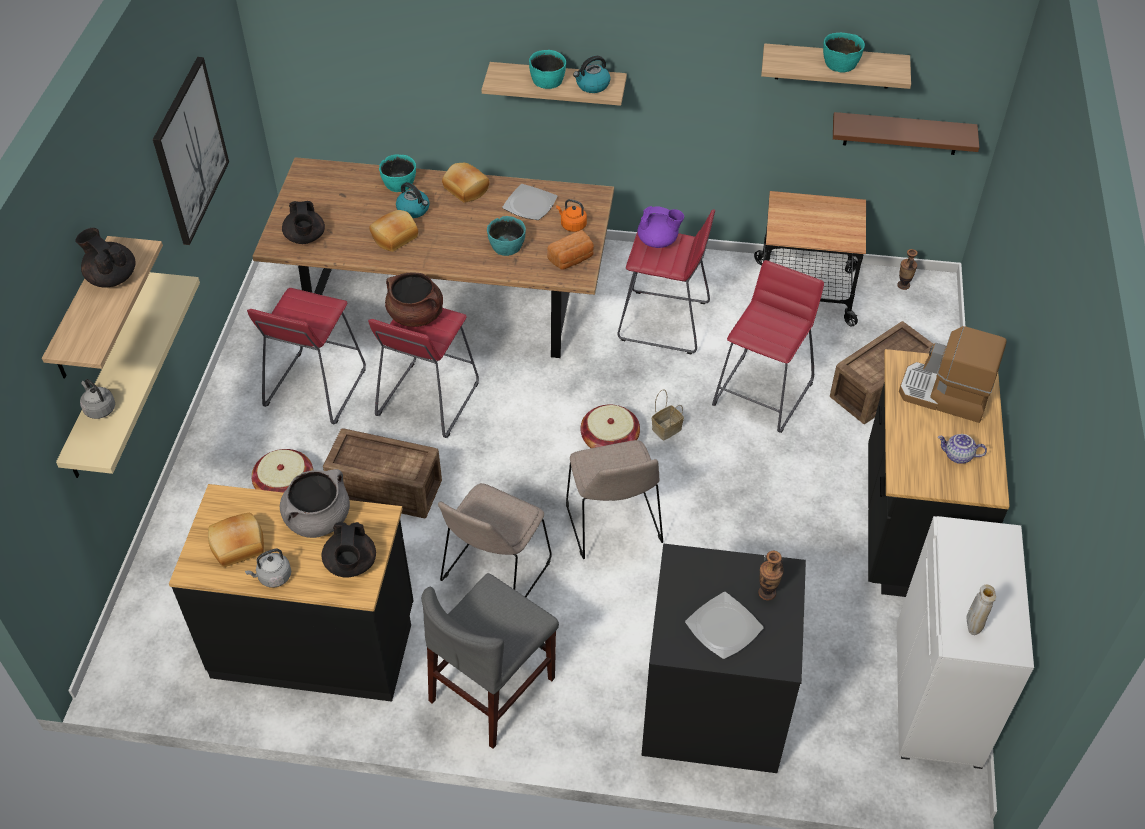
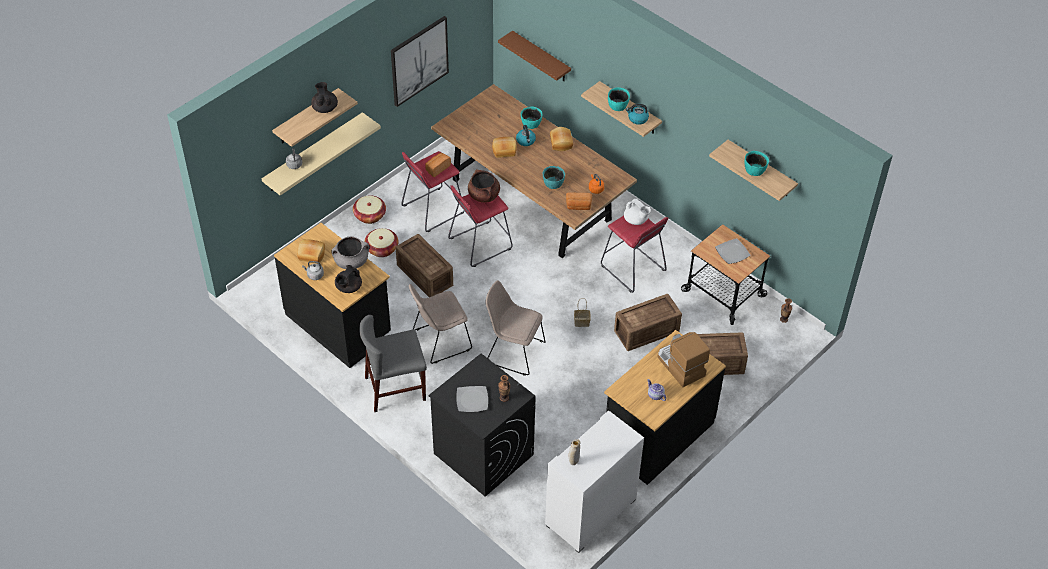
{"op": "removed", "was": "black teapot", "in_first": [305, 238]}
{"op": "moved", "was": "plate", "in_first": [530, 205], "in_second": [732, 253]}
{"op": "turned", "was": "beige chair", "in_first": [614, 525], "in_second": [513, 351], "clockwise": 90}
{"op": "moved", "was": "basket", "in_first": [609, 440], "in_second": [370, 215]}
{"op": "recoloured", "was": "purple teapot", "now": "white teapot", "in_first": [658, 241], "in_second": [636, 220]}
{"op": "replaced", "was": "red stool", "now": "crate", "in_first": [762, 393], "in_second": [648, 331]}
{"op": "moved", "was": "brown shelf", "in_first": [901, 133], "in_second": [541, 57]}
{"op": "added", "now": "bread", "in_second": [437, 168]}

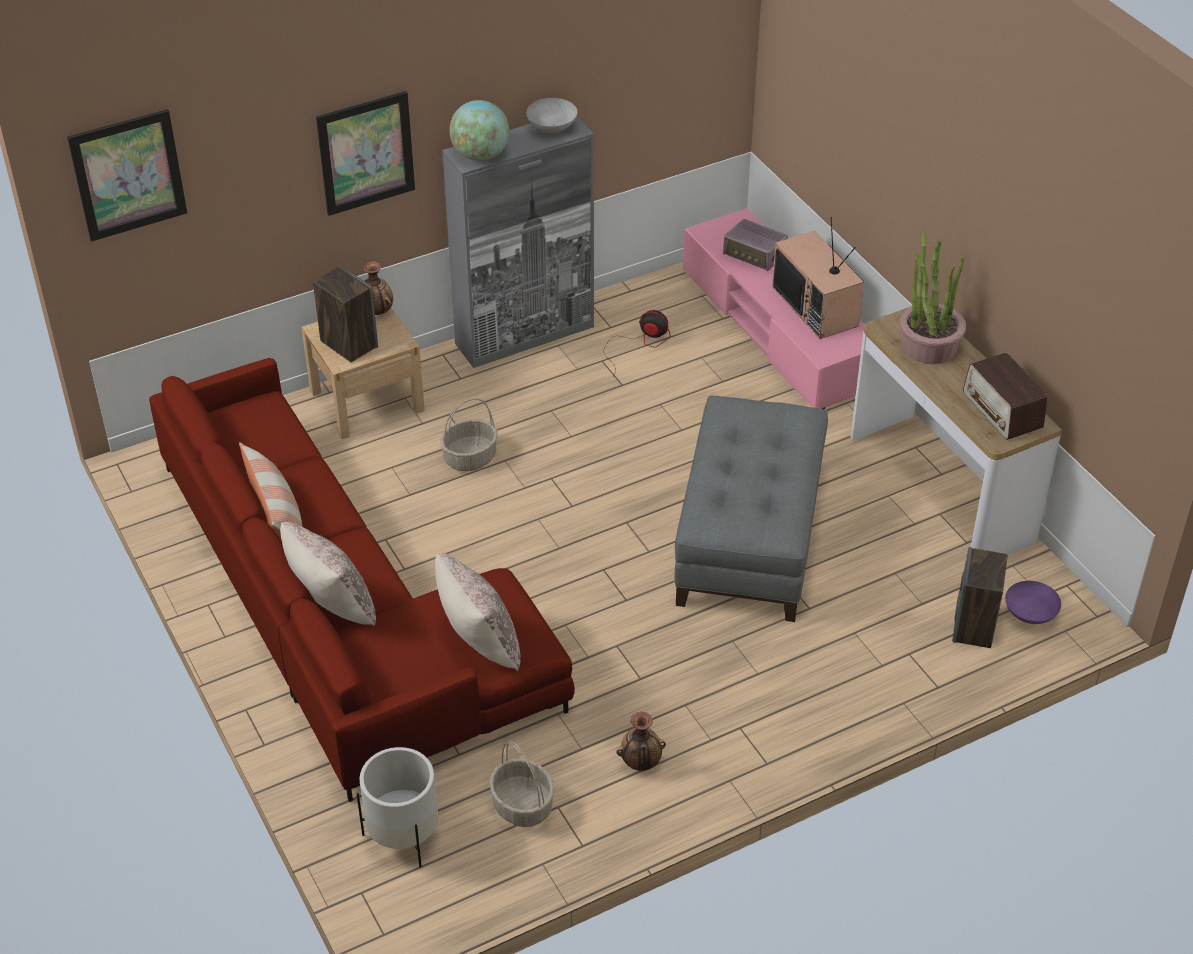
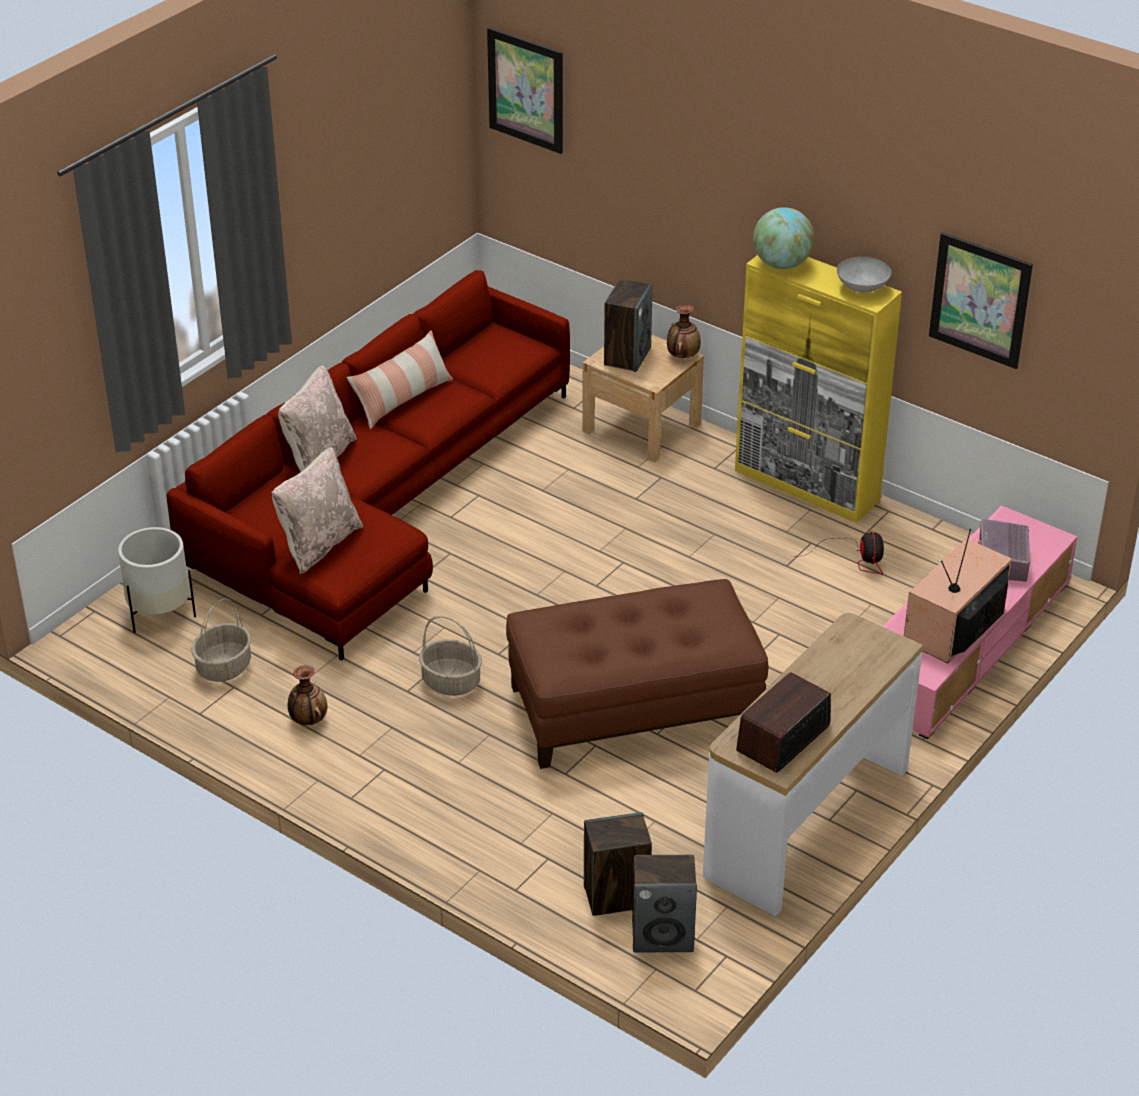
{"op": "moved", "was": "picture", "in_first": [366, 153], "in_second": [980, 300]}
{"op": "moved", "was": "basket", "in_first": [470, 458], "in_second": [450, 682]}
{"op": "recoloured", "was": "grey cabinet", "now": "yellow cabinet", "in_first": [525, 335], "in_second": [807, 486]}
{"op": "recoloured", "was": "grey ottoman", "now": "brown ottoman", "in_first": [750, 537], "in_second": [634, 708]}
{"op": "removed", "was": "potted plant", "in_first": [928, 346]}
{"op": "replaced", "was": "purple bowl", "now": "speaker", "in_first": [1029, 614], "in_second": [663, 935]}

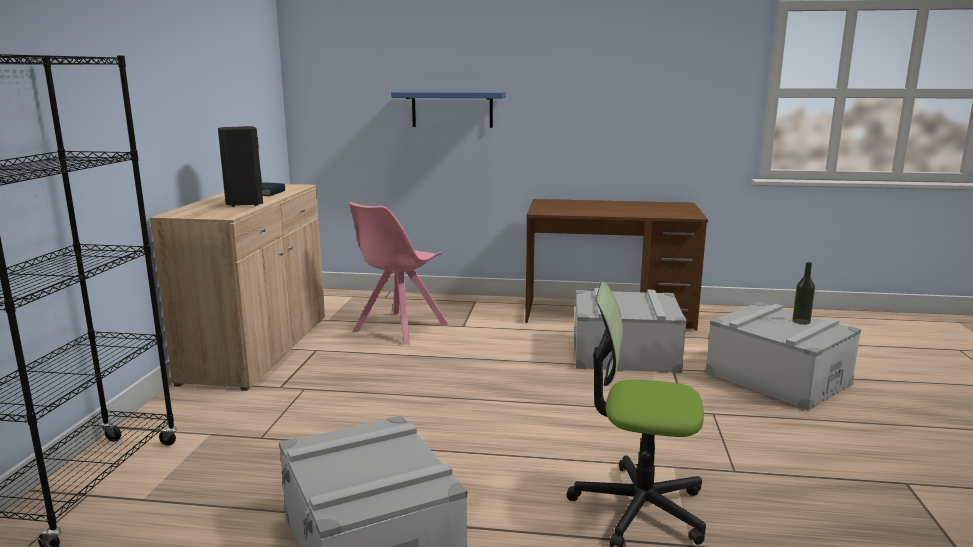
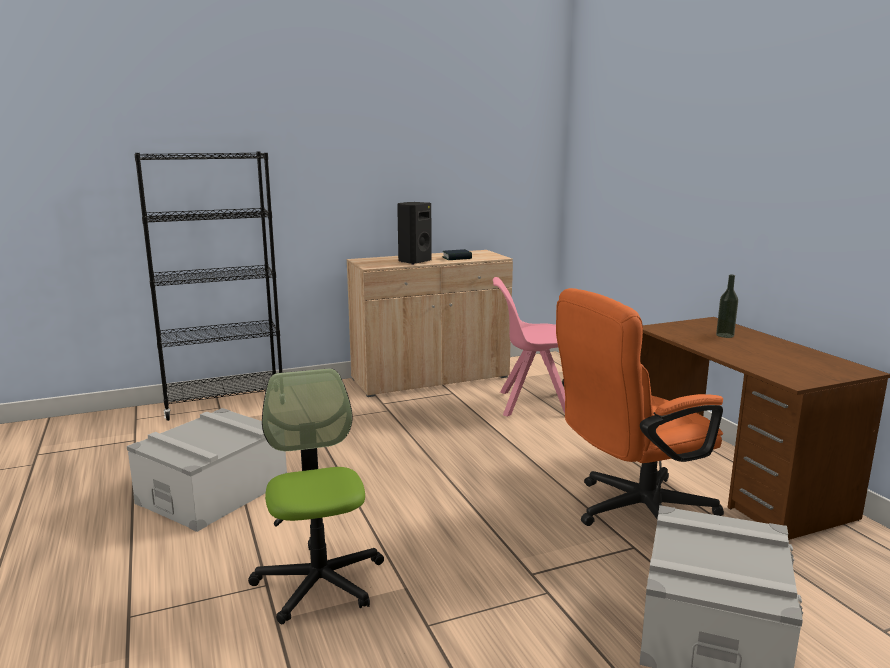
{"op": "removed", "was": "blue shelf", "in_first": [452, 109]}
{"op": "replaced", "was": "grey storage box", "now": "orange office chair", "in_first": [624, 354], "in_second": [631, 511]}
{"op": "moved", "was": "bottle", "in_first": [801, 321], "in_second": [725, 335]}

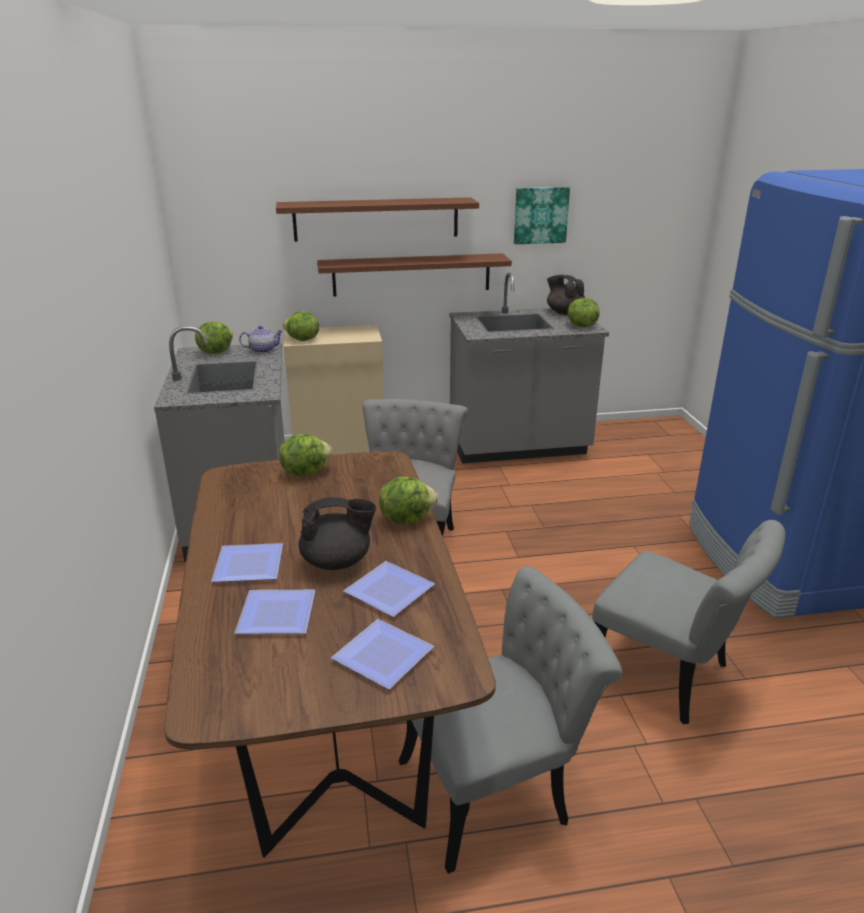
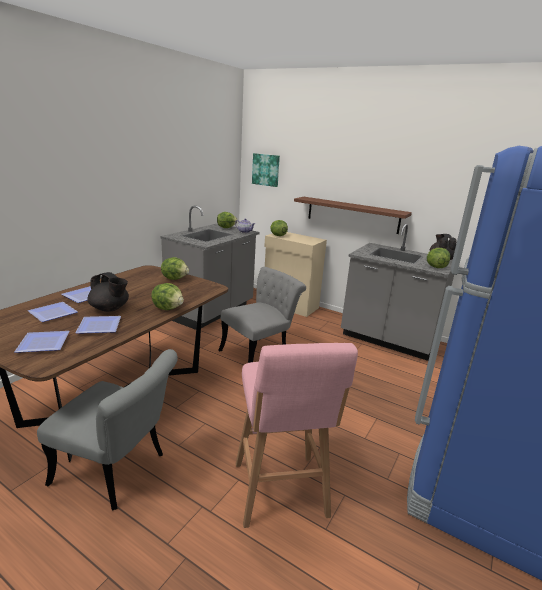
{"op": "removed", "was": "brown shelf", "in_first": [376, 219]}
{"op": "moved", "was": "picture", "in_first": [540, 215], "in_second": [266, 170]}
{"op": "replaced", "was": "grey chair", "now": "pink stool", "in_first": [670, 676], "in_second": [280, 492]}

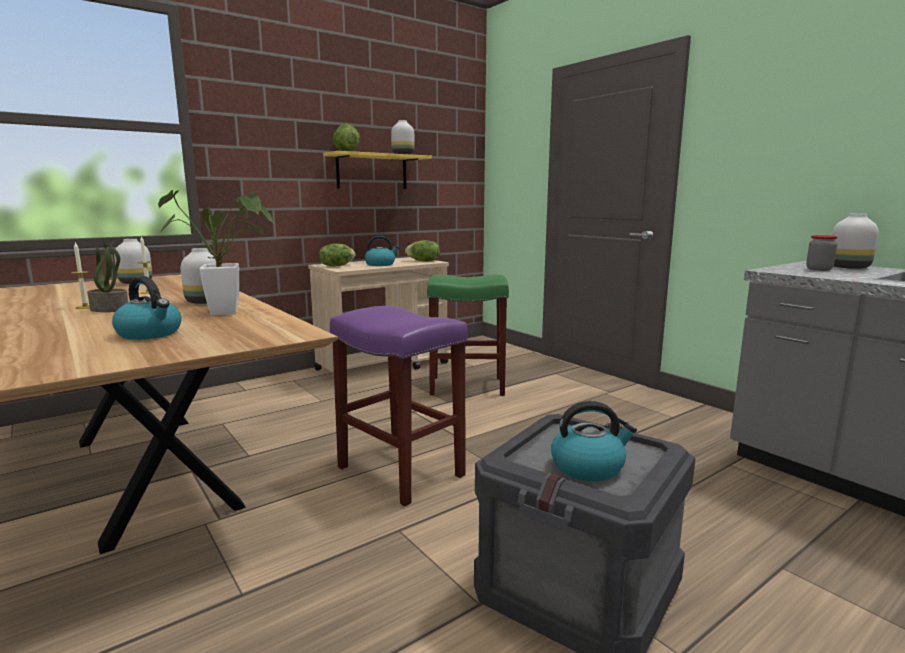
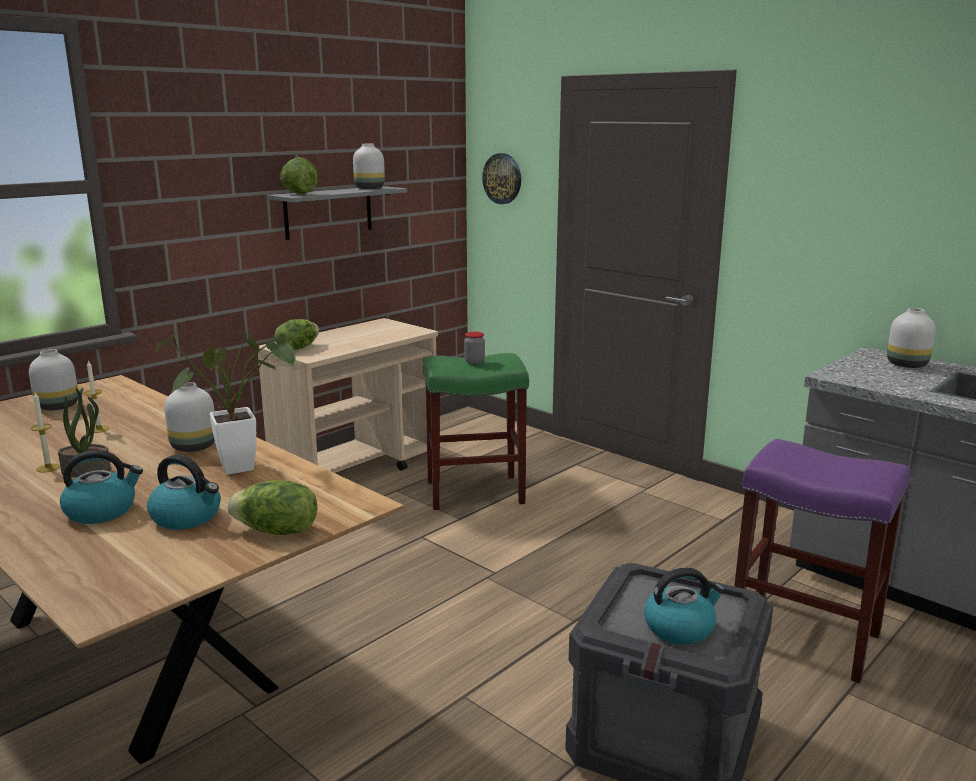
{"op": "recoloured", "was": "yellow shelf", "now": "grey shelf", "in_first": [372, 172], "in_second": [328, 212]}
{"op": "moved", "was": "purple stool", "in_first": [402, 471], "in_second": [806, 636]}
{"op": "moved", "was": "kettle", "in_first": [380, 264], "in_second": [102, 511]}
{"op": "moved", "was": "lettuce", "in_first": [423, 261], "in_second": [276, 531]}
{"op": "moved", "was": "jar", "in_first": [819, 269], "in_second": [474, 362]}
{"op": "added", "now": "wall clock", "in_second": [502, 178]}

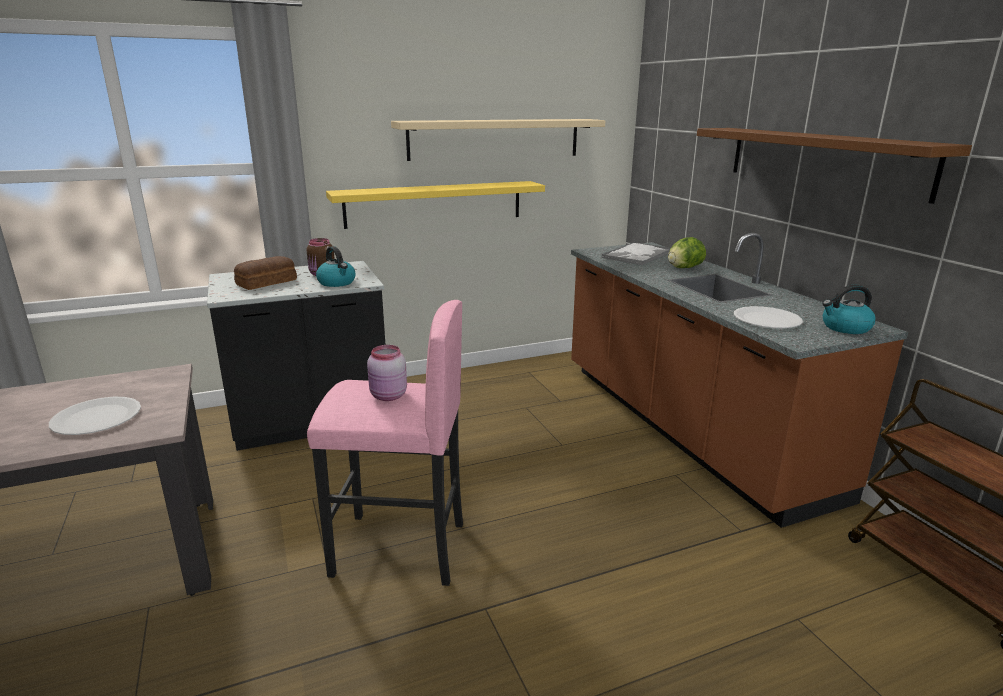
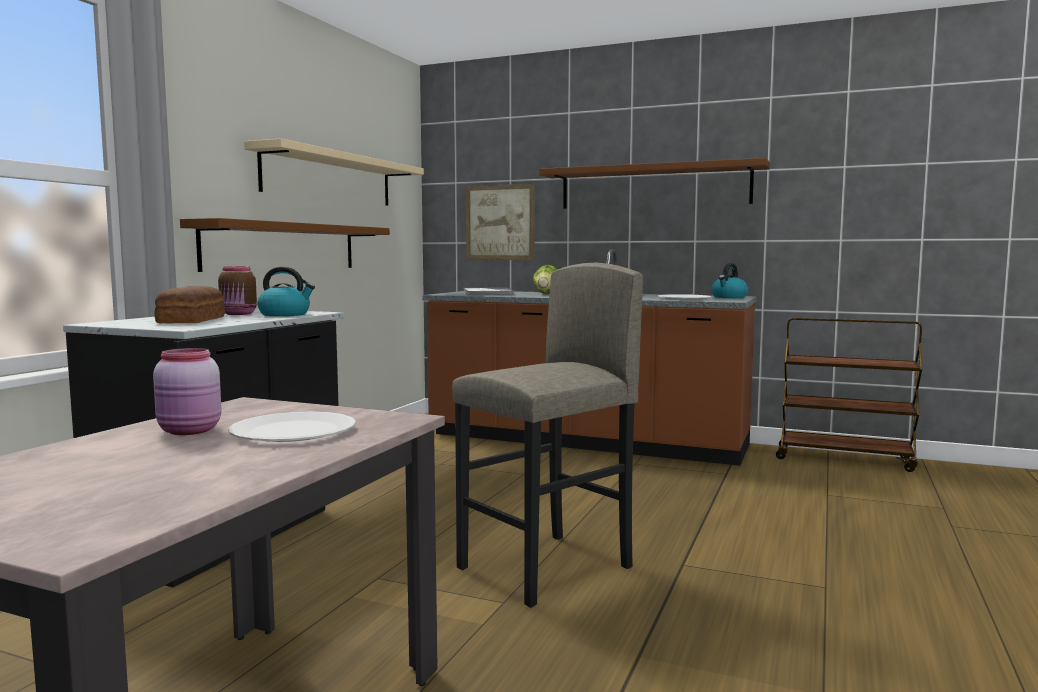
{"op": "recoloured", "was": "pink stool", "now": "grey stool", "in_first": [399, 549], "in_second": [546, 568]}
{"op": "recoloured", "was": "yellow shelf", "now": "brown shelf", "in_first": [434, 204], "in_second": [283, 247]}
{"op": "moved", "was": "pink jar", "in_first": [388, 396], "in_second": [190, 431]}
{"op": "added", "now": "picture", "in_second": [500, 222]}

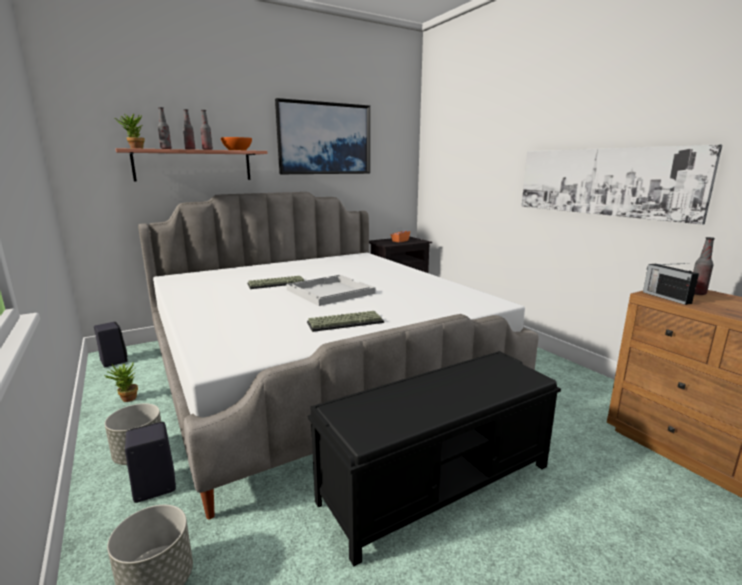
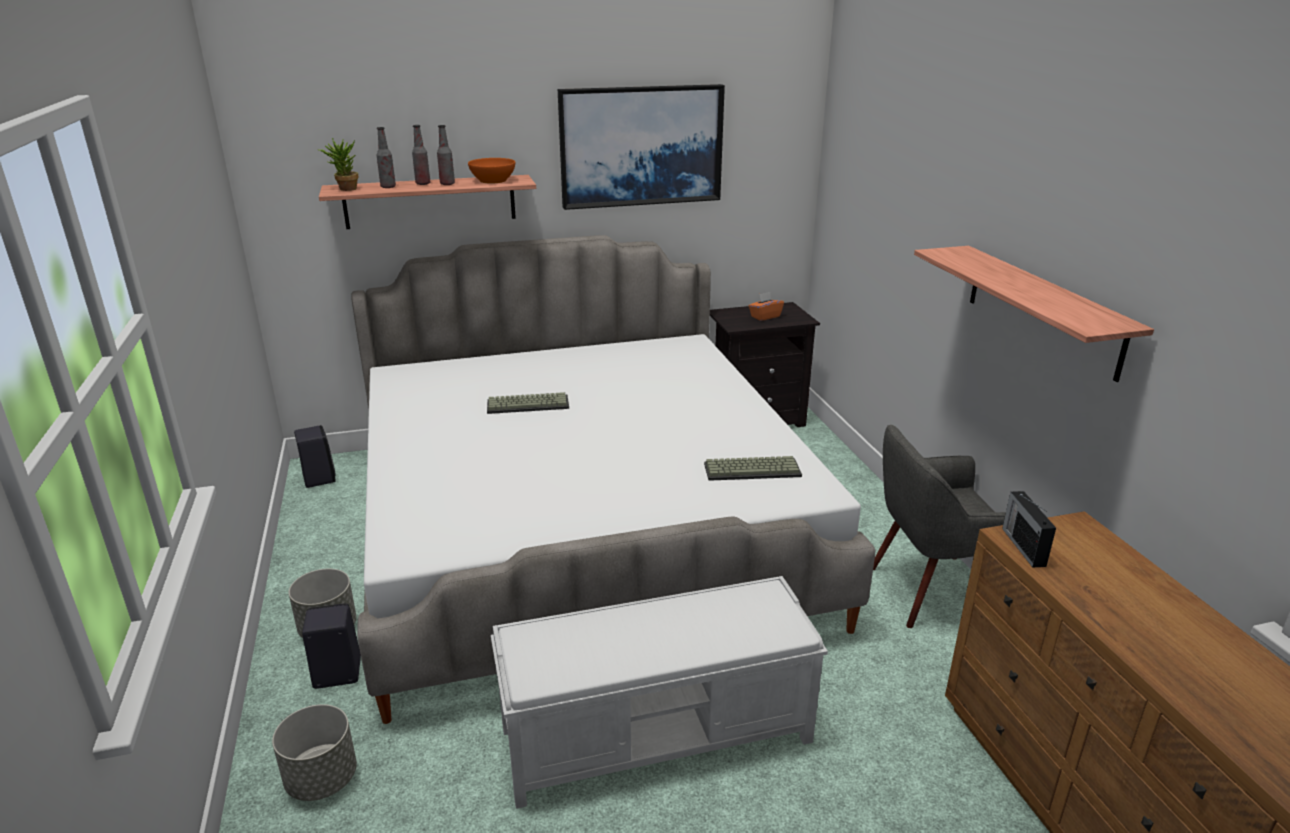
{"op": "removed", "was": "potted plant", "in_first": [126, 400]}
{"op": "removed", "was": "white tray", "in_first": [329, 291]}
{"op": "moved", "was": "keyboard", "in_first": [346, 322], "in_second": [753, 469]}
{"op": "recoloured", "was": "black bench", "now": "white bench", "in_first": [438, 482], "in_second": [658, 734]}
{"op": "replaced", "was": "picture", "now": "shelf", "in_first": [603, 181], "in_second": [1042, 309]}
{"op": "removed", "was": "bottle", "in_first": [697, 293]}
{"op": "added", "now": "grey armchair", "in_second": [932, 591]}

